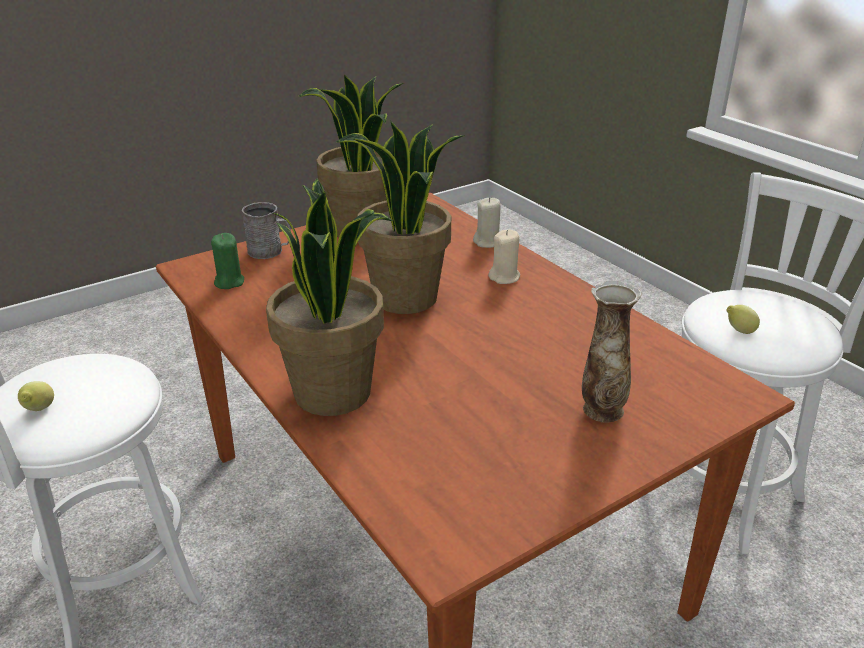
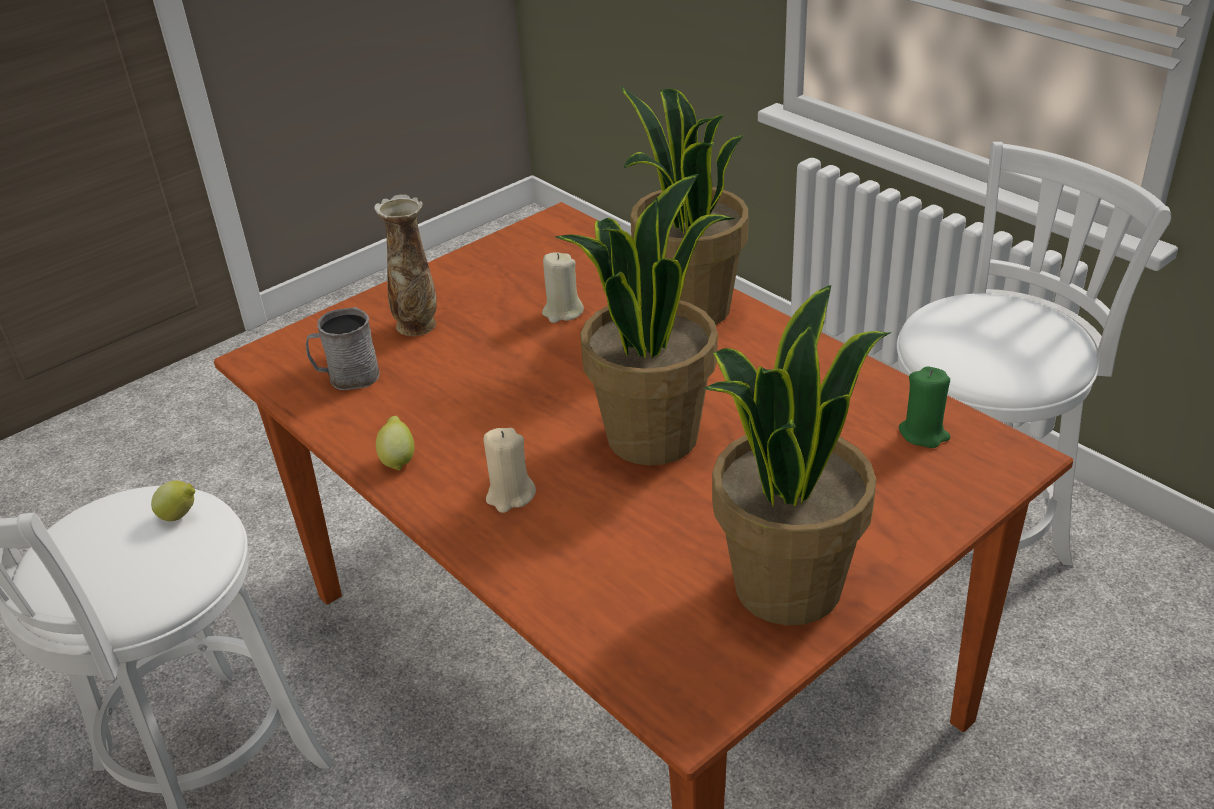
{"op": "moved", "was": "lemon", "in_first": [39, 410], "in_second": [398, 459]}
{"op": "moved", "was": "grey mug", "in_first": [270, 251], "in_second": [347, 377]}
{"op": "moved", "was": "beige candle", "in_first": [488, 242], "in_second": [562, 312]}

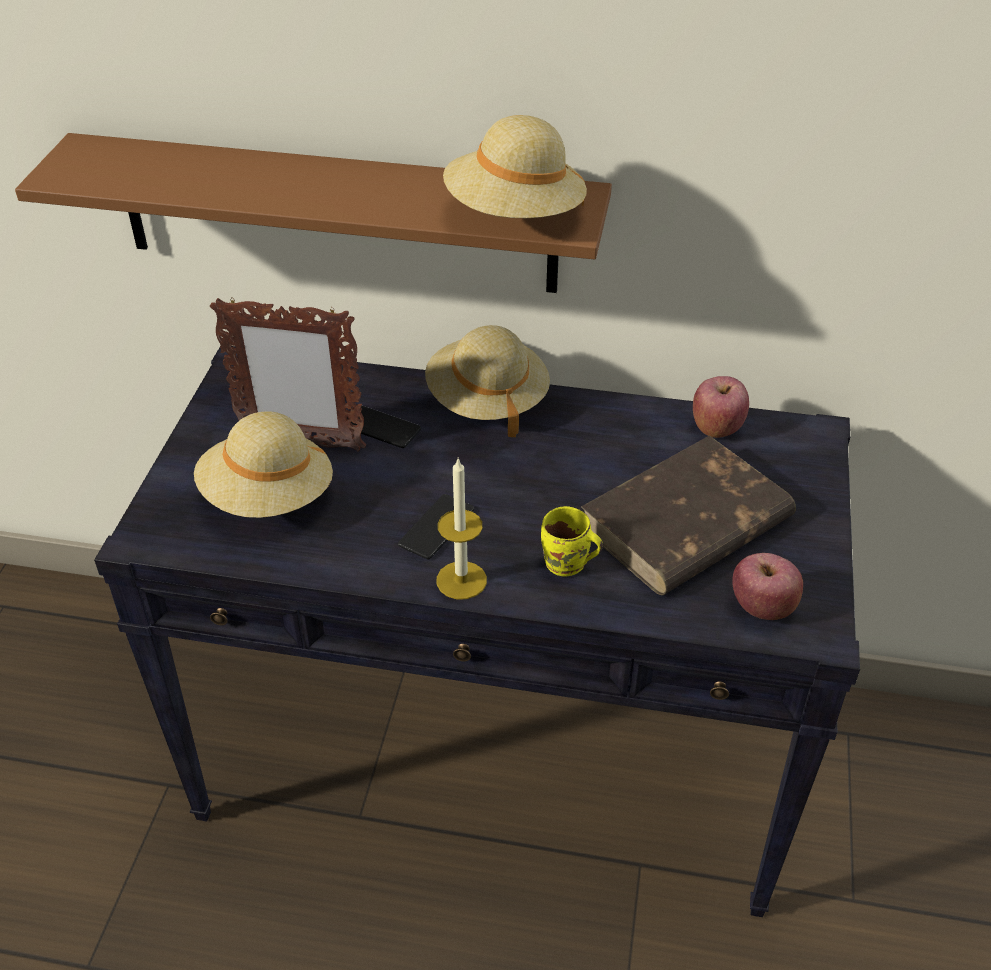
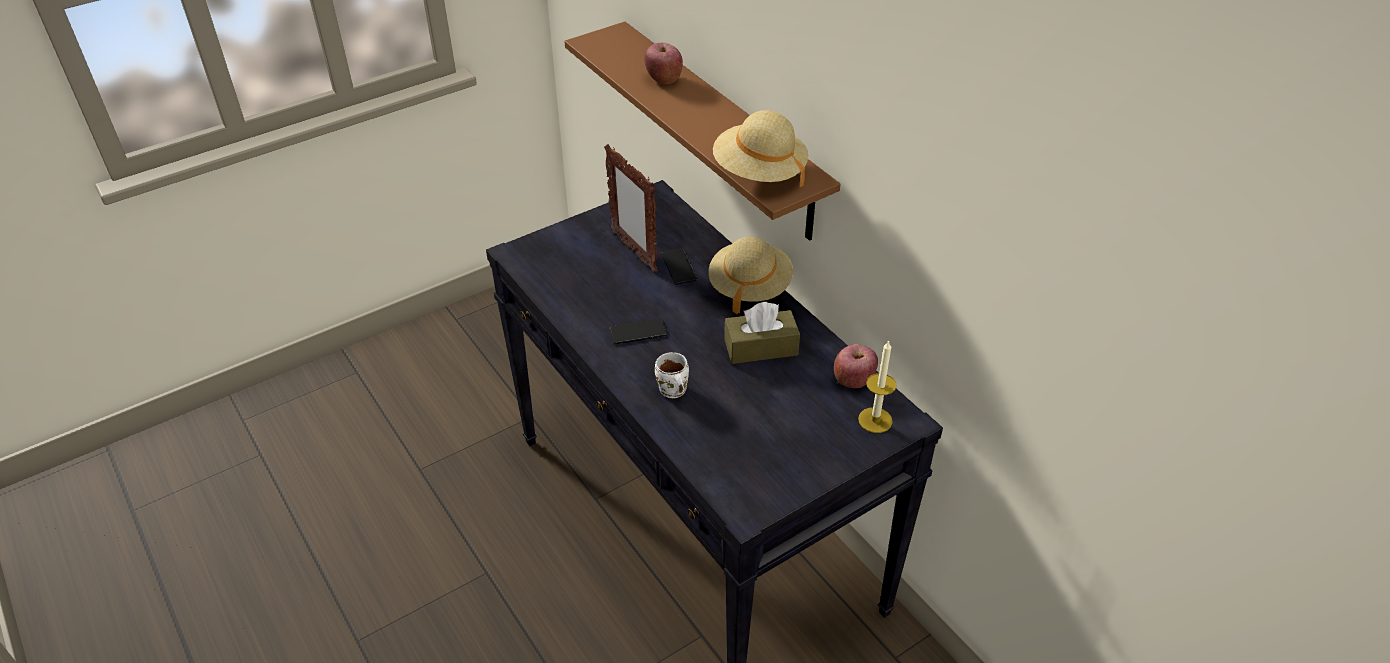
{"op": "removed", "was": "beige hat", "in_first": [268, 497]}
{"op": "moved", "was": "candle", "in_first": [461, 580], "in_second": [875, 420]}
{"op": "recoloured", "was": "yellow mug", "now": "white mug", "in_first": [567, 566], "in_second": [671, 391]}
{"op": "removed", "was": "brown book", "in_first": [685, 524]}
{"op": "moved", "was": "apple", "in_first": [762, 607], "in_second": [664, 79]}
{"op": "added", "now": "brown tissue box", "in_second": [761, 347]}

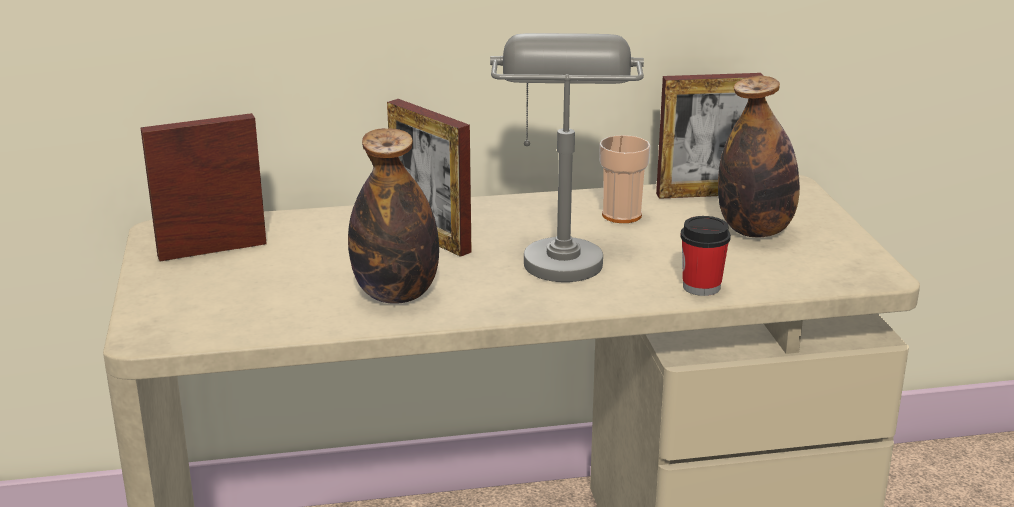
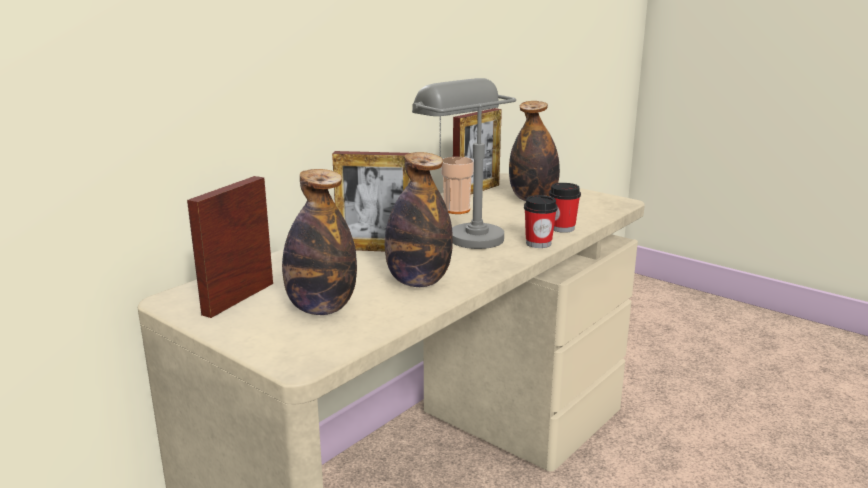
{"op": "added", "now": "bottle", "in_second": [321, 308]}
{"op": "added", "now": "cup", "in_second": [538, 243]}

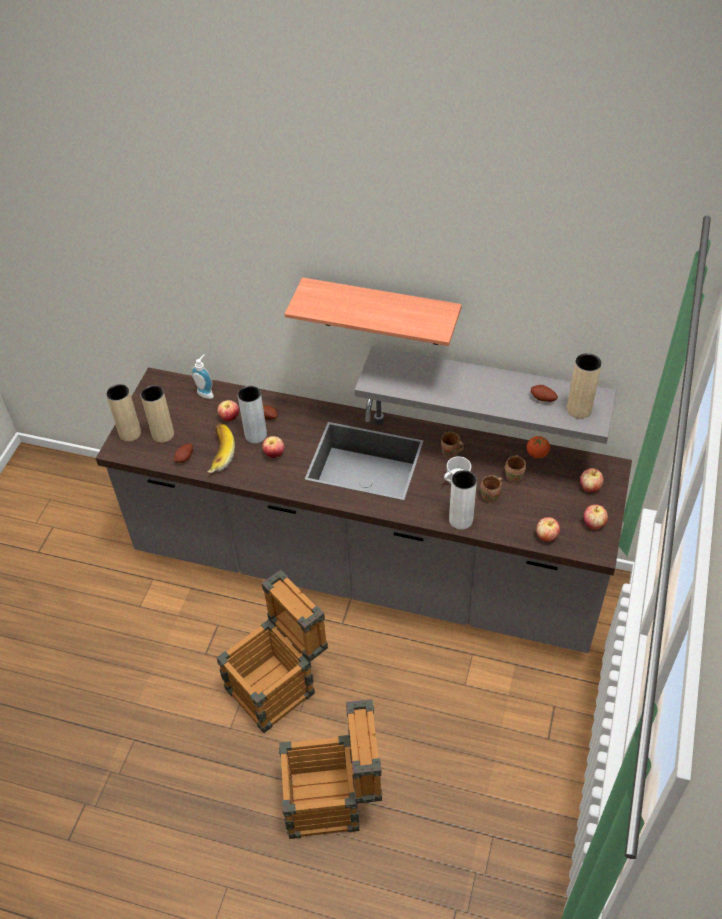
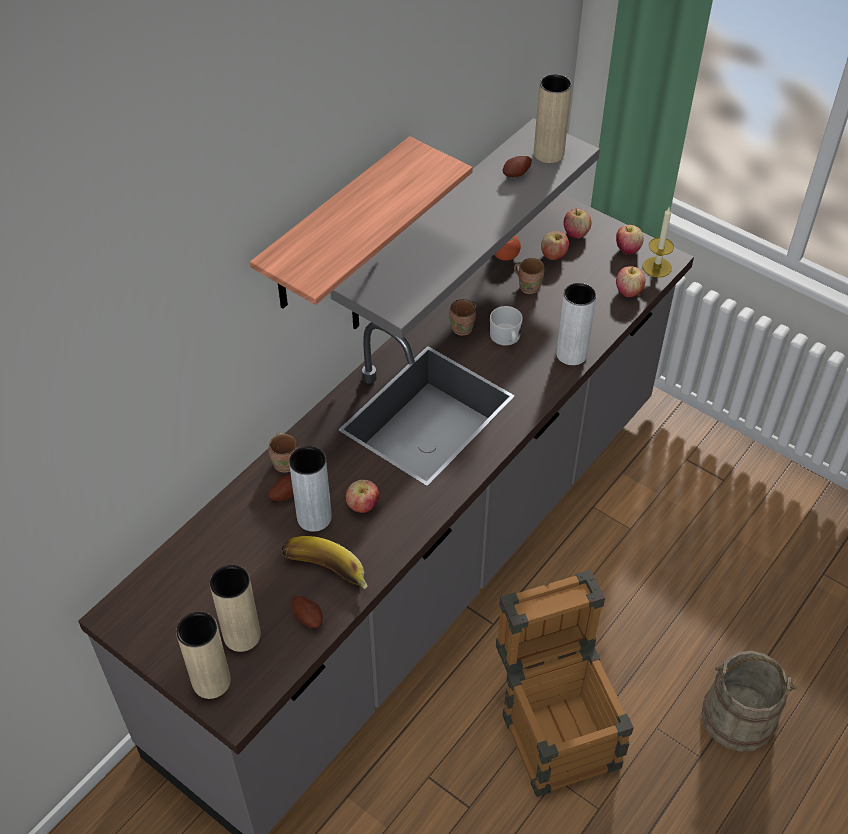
{"op": "removed", "was": "soap dispenser", "in_first": [206, 392]}
{"op": "moved", "was": "apple", "in_first": [229, 417], "in_second": [553, 256]}
{"op": "replaced", "was": "crate", "now": "beige bucket", "in_first": [334, 800], "in_second": [738, 716]}
{"op": "moved", "was": "brown mug", "in_first": [491, 496], "in_second": [286, 462]}
{"op": "added", "now": "candle", "in_second": [657, 267]}

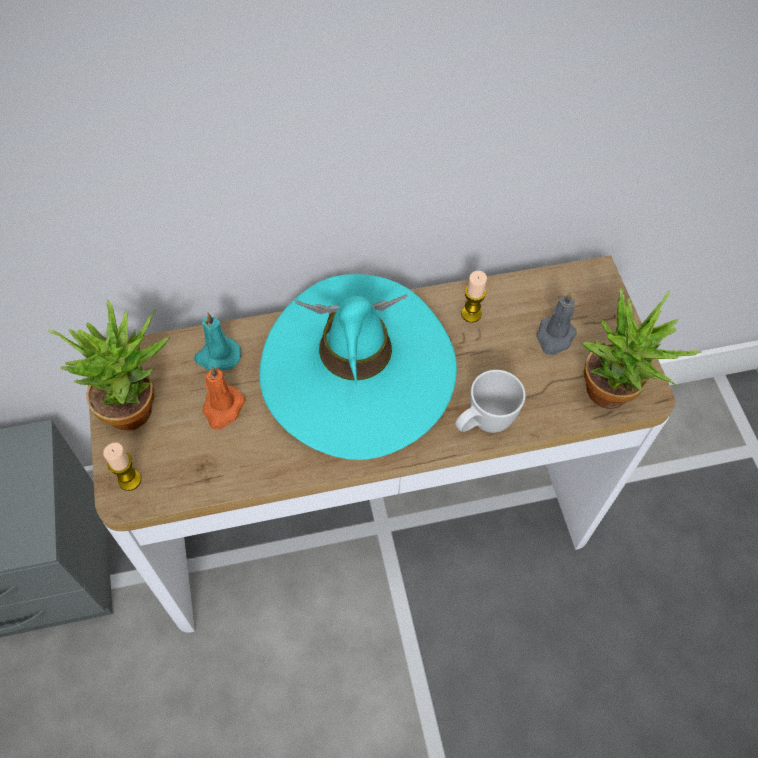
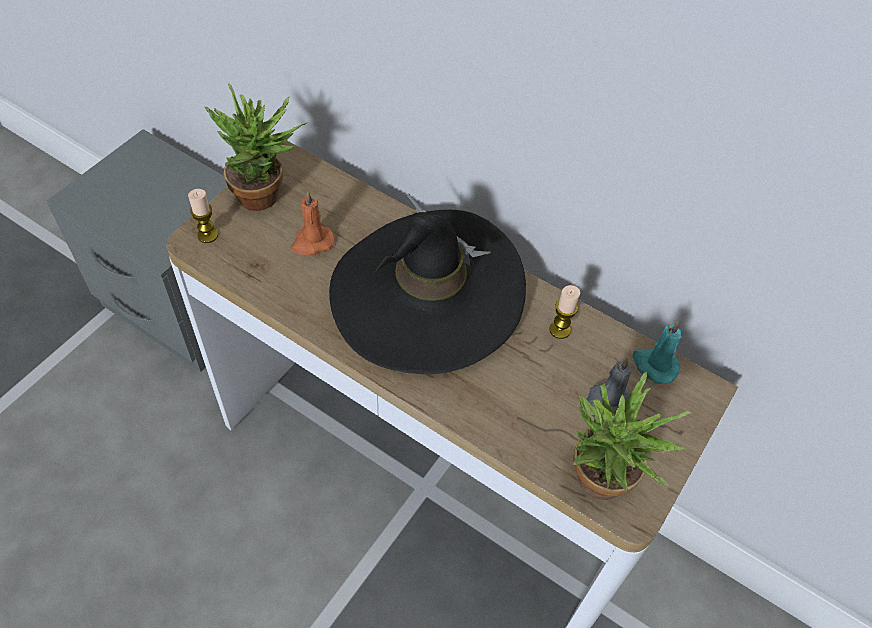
{"op": "moved", "was": "turquoise candle", "in_first": [217, 356], "in_second": [654, 365]}
{"op": "recoloured", "was": "turquoise hat", "now": "black hat", "in_first": [357, 371], "in_second": [426, 295]}
{"op": "removed", "was": "white mug", "in_first": [483, 424]}

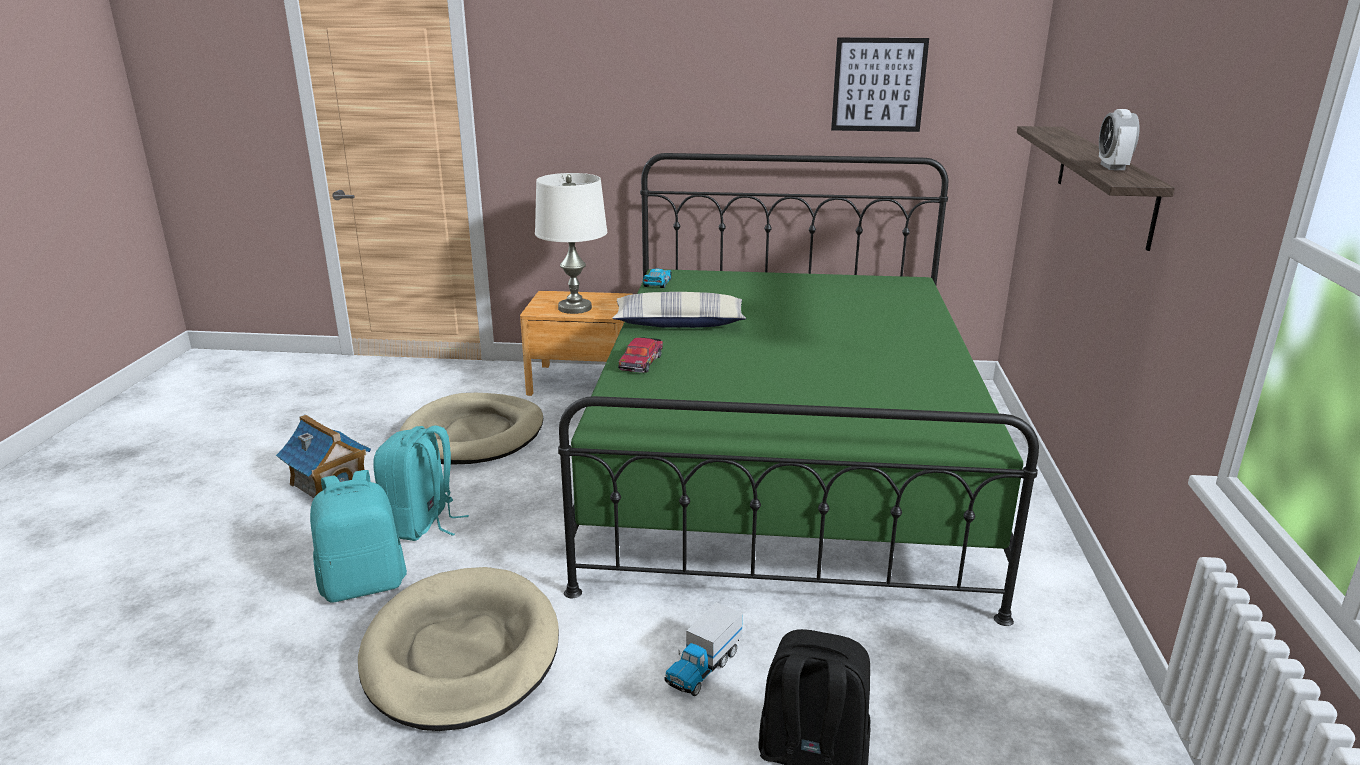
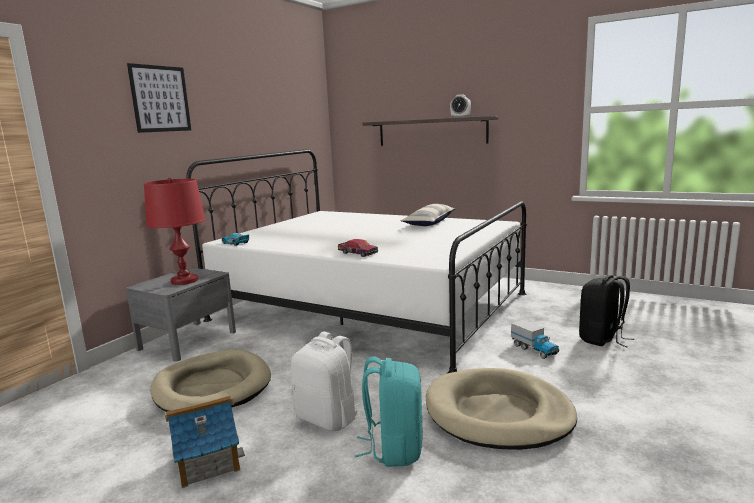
{"op": "recoloured", "was": "turquoise backpack", "now": "white backpack", "in_first": [422, 524], "in_second": [328, 418]}
{"op": "recoloured", "was": "brown nightstand", "now": "grey nightstand", "in_first": [582, 381], "in_second": [187, 340]}
{"op": "recoloured", "was": "white table lamp", "now": "red table lamp", "in_first": [575, 308], "in_second": [184, 281]}
{"op": "recoloured", "was": "green bed", "now": "white bed", "in_first": [782, 466], "in_second": [369, 306]}
{"op": "moved", "was": "pillow", "in_first": [679, 323], "in_second": [429, 222]}
{"op": "moved", "was": "picture", "in_first": [878, 85], "in_second": [160, 99]}

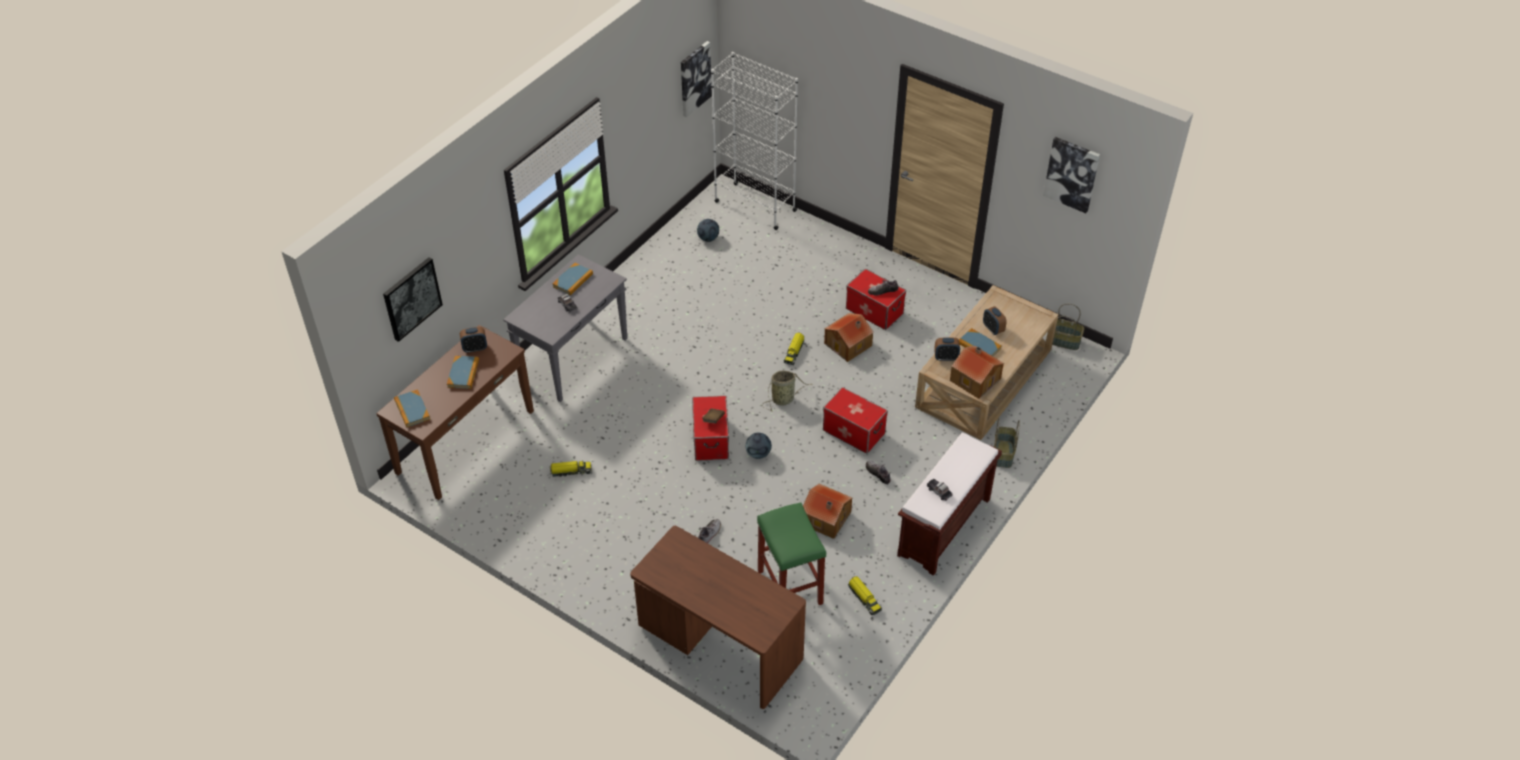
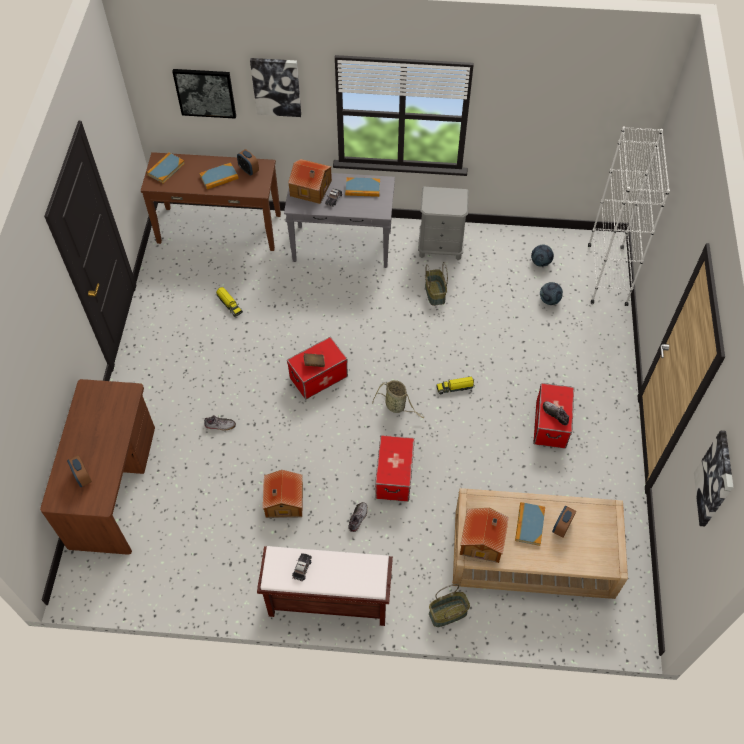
{"op": "moved", "was": "picture", "in_first": [694, 78], "in_second": [276, 86]}
{"op": "moved", "was": "football", "in_first": [758, 453], "in_second": [549, 300]}
{"op": "removed", "was": "green stool", "in_first": [791, 588]}
{"op": "moved", "was": "toy house", "in_first": [849, 344], "in_second": [311, 189]}
{"op": "removed", "was": "toy truck", "in_first": [864, 598]}
{"op": "moved", "was": "alarm clock", "in_first": [946, 357], "in_second": [83, 477]}
{"op": "moved", "was": "basket", "in_first": [1064, 341], "in_second": [435, 293]}
{"op": "added", "now": "grey nightstand", "in_second": [441, 247]}

